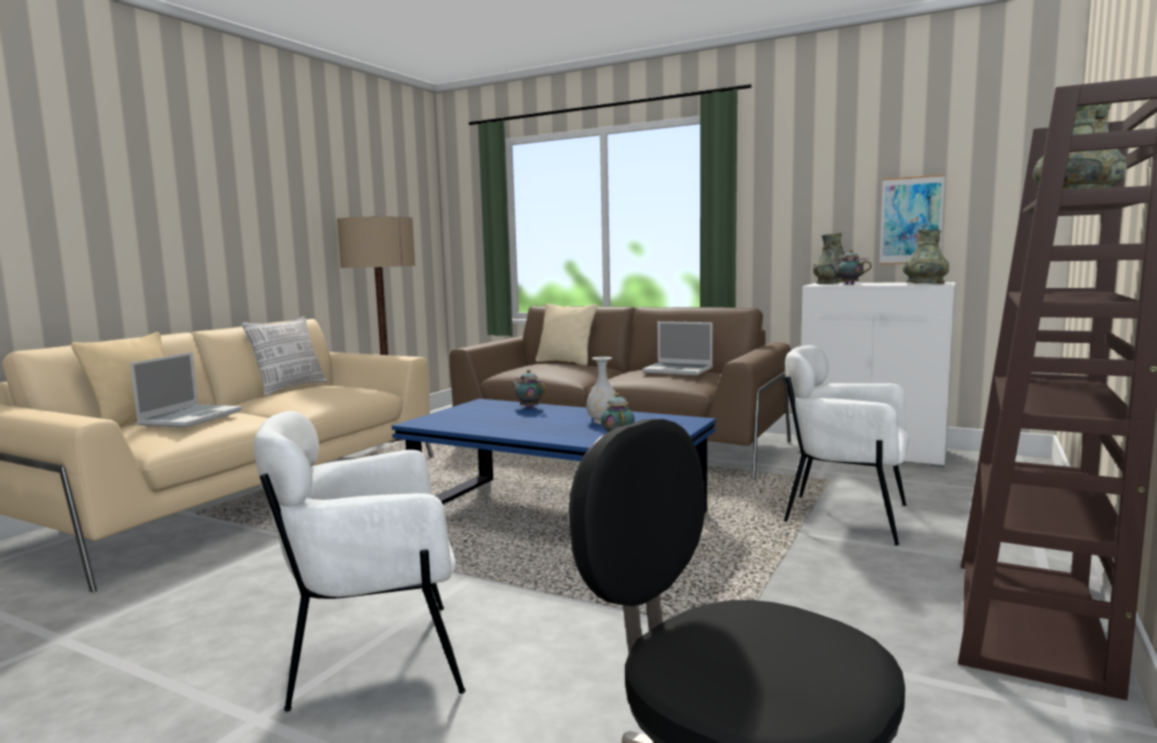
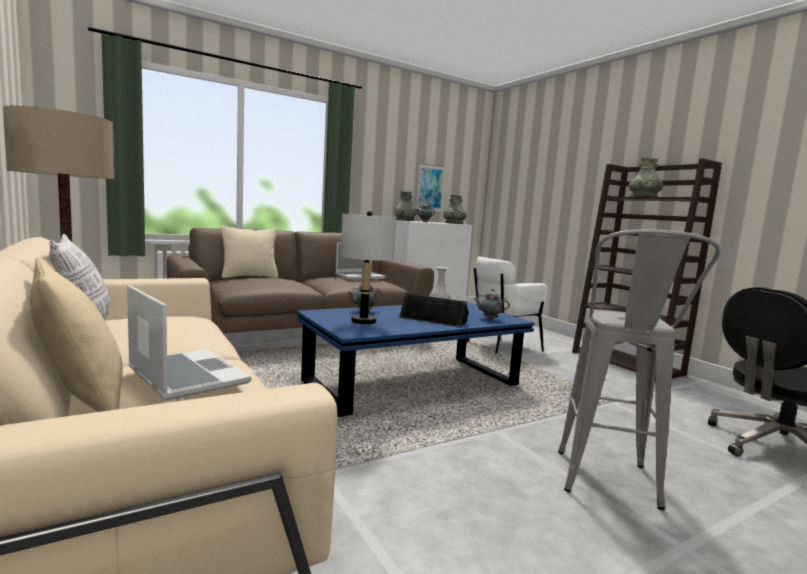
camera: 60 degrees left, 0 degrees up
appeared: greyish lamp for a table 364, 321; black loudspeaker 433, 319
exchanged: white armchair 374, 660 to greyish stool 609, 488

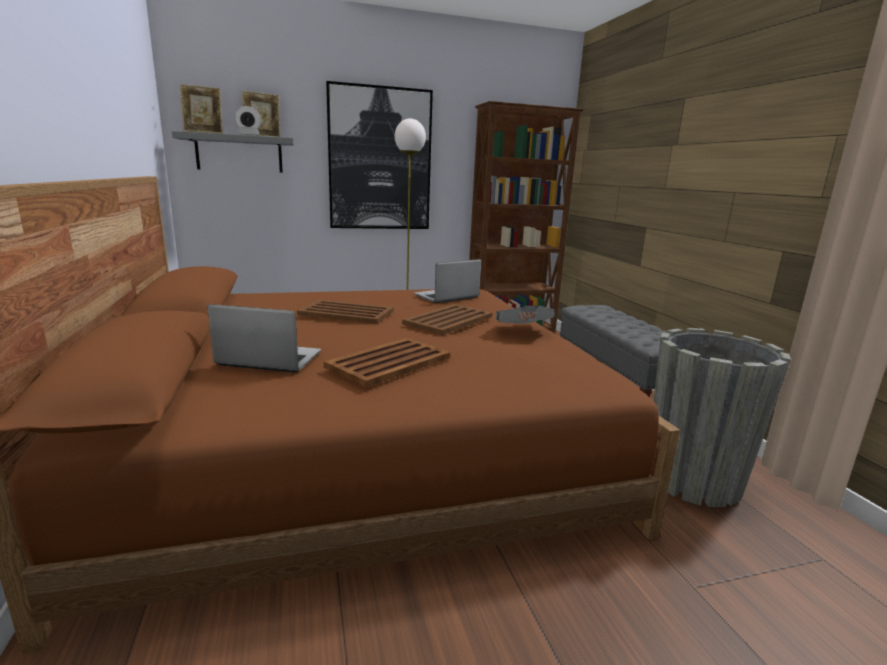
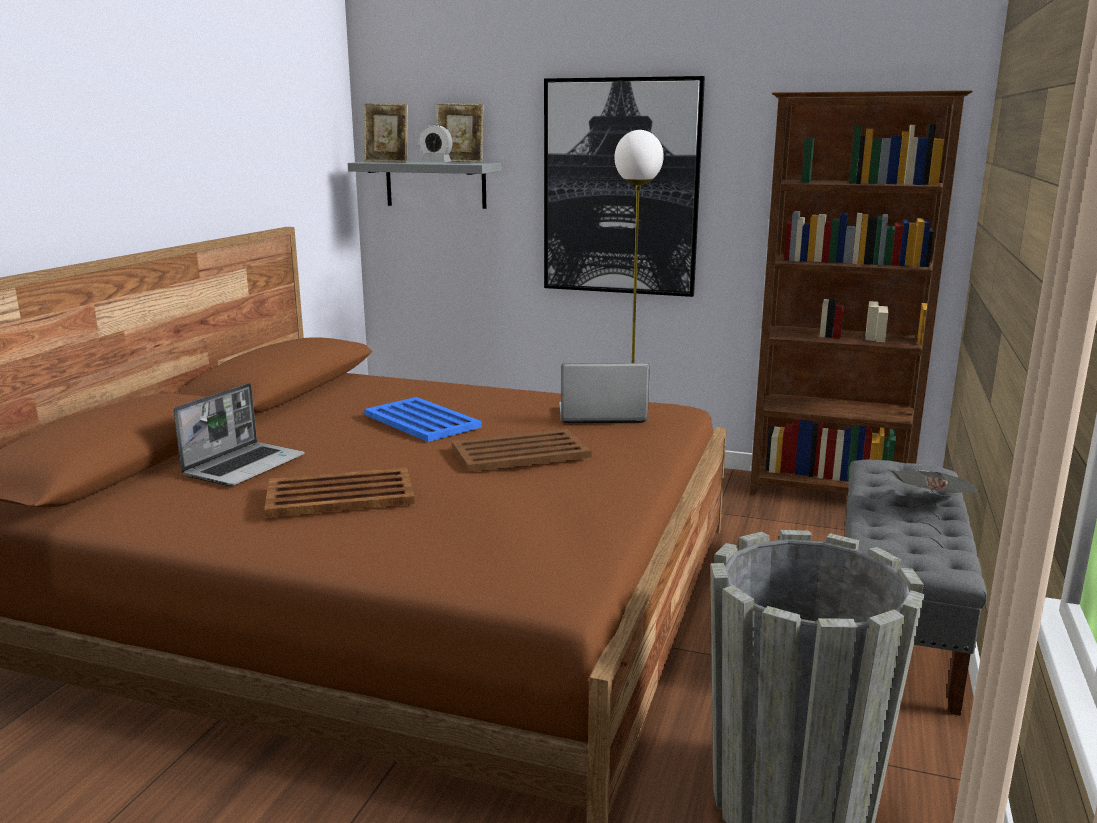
camera: 35 degrees right, 0 degrees up
relocated: printed paper 522, 332 to 931, 504
colour: brown serving tray 345, 313 to bluish serving tray 421, 420
spun: portable computer 267, 359 = 245, 466 75 degrees clockwise

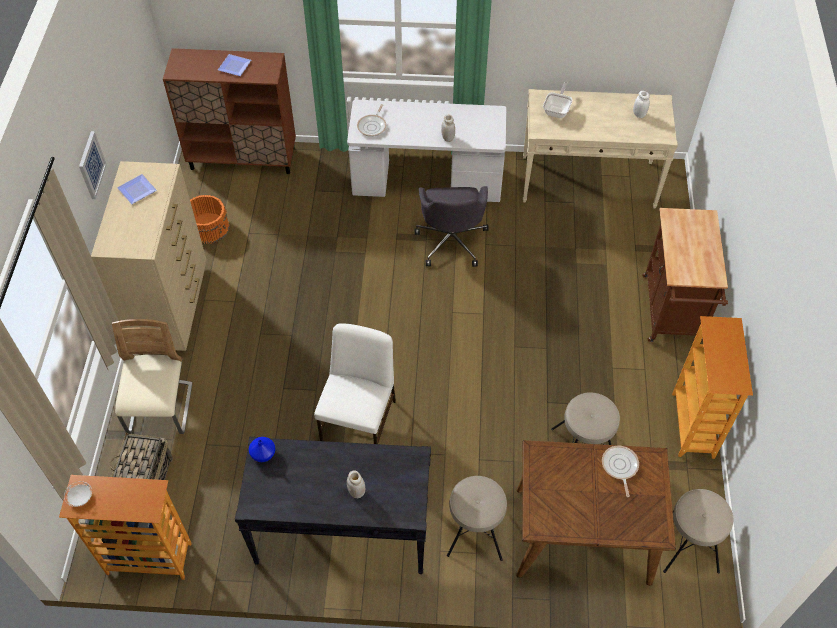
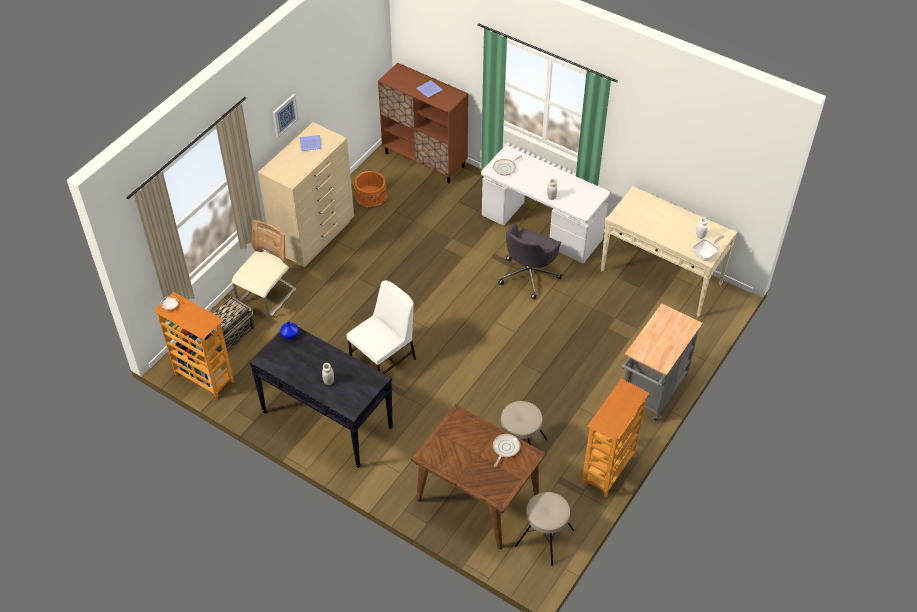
camera: 30 degrees right, 5 degrees down
missing: sand-coloured stool 475, 530
relocated: frying pan 557, 110 to 706, 254
colour: brown trolley 671, 315 to greyish trolley 651, 393

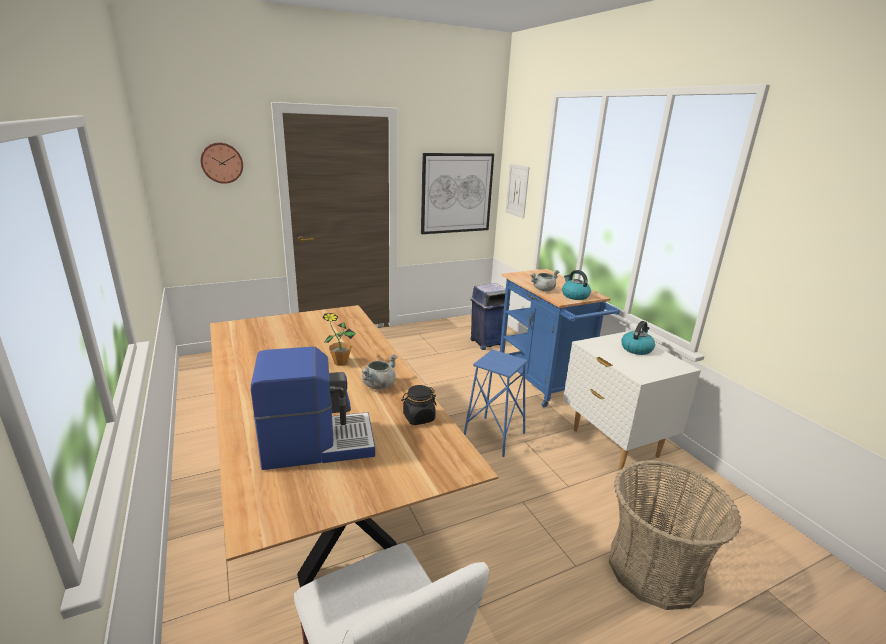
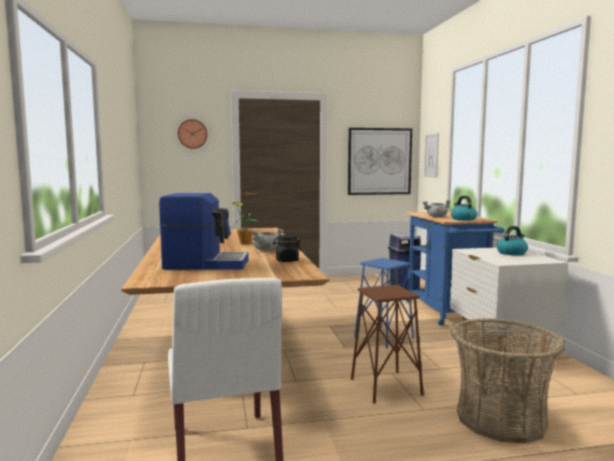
camera: 15 degrees right, 15 degrees down
appeared: brown stool 386, 387

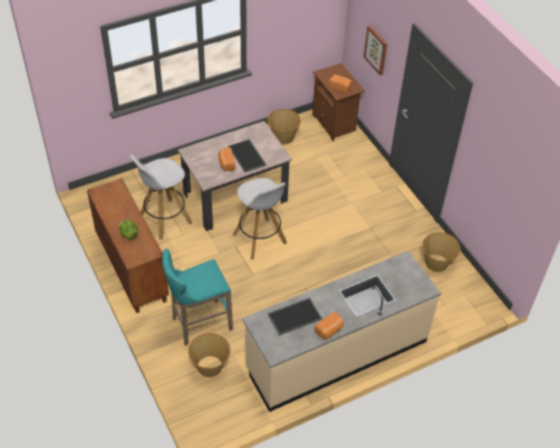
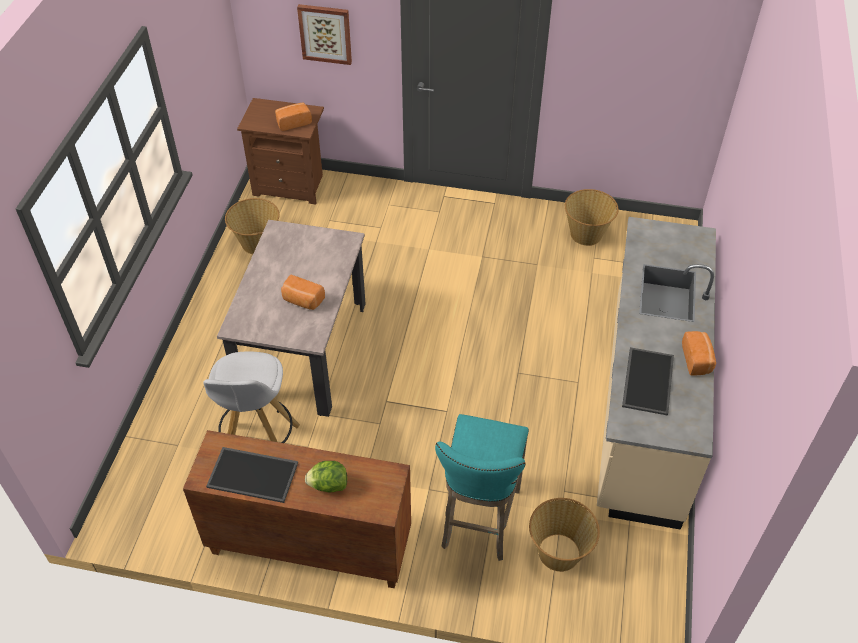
camera: 50 degrees left, 0 degrees up
missing: white stool 260, 239
relocated: serving tray 247, 156 to 254, 474

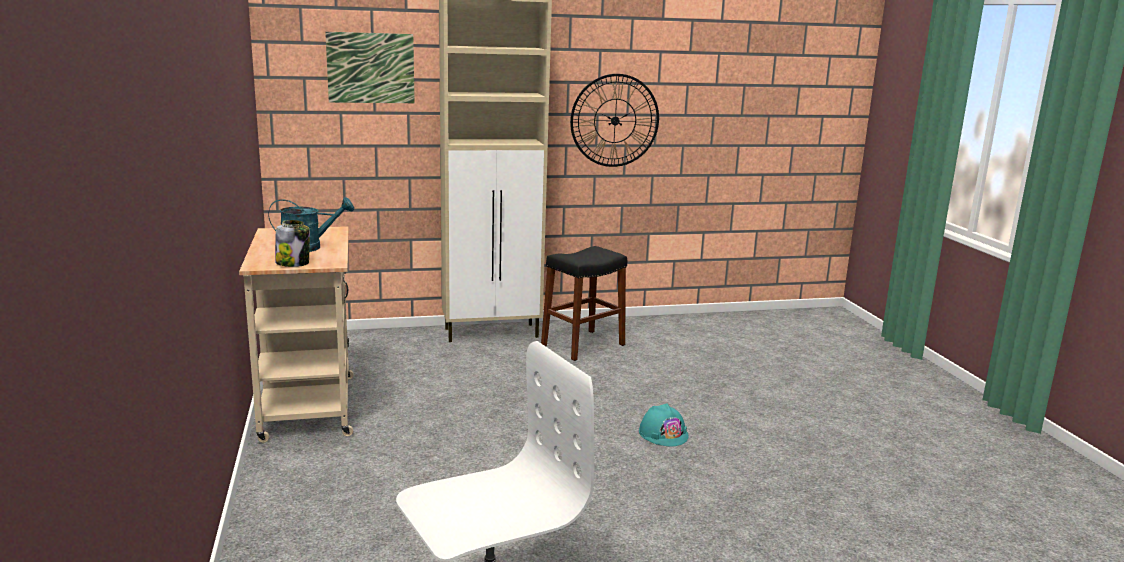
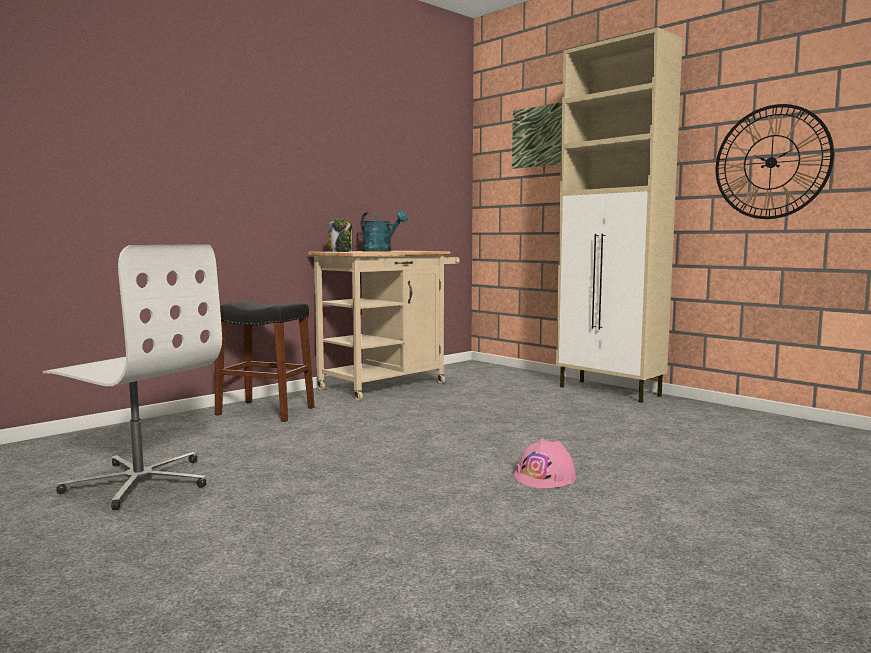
camera: 60 degrees right, 10 degrees down
relocated: black stool 583, 345 to 265, 411
colour: turquoise work helmet 663, 433 to pinkish work helmet 545, 476

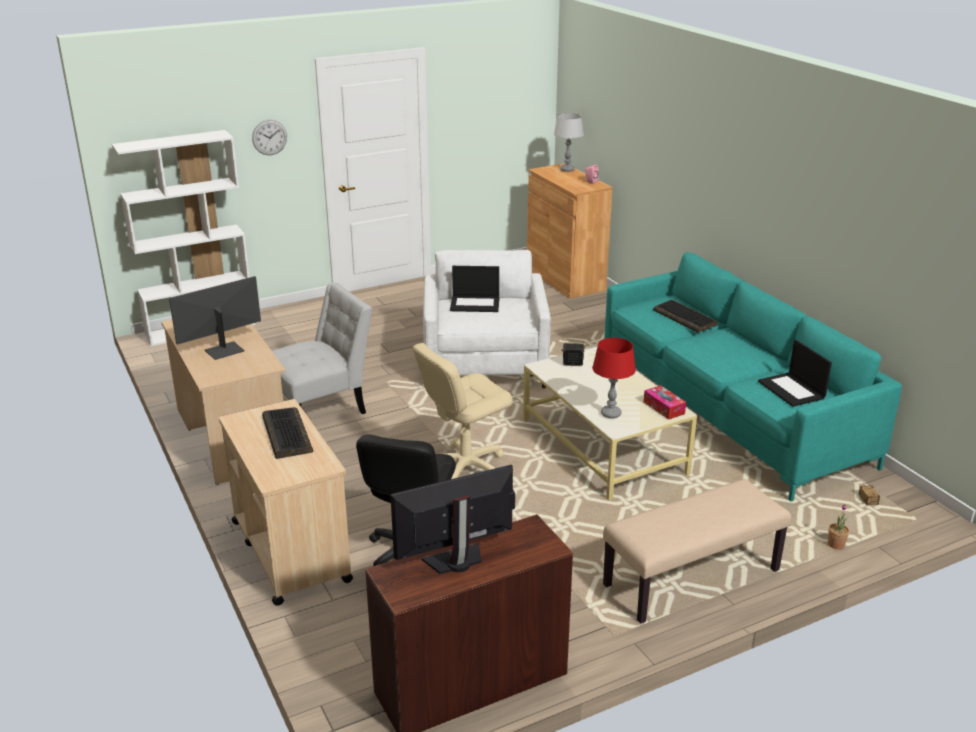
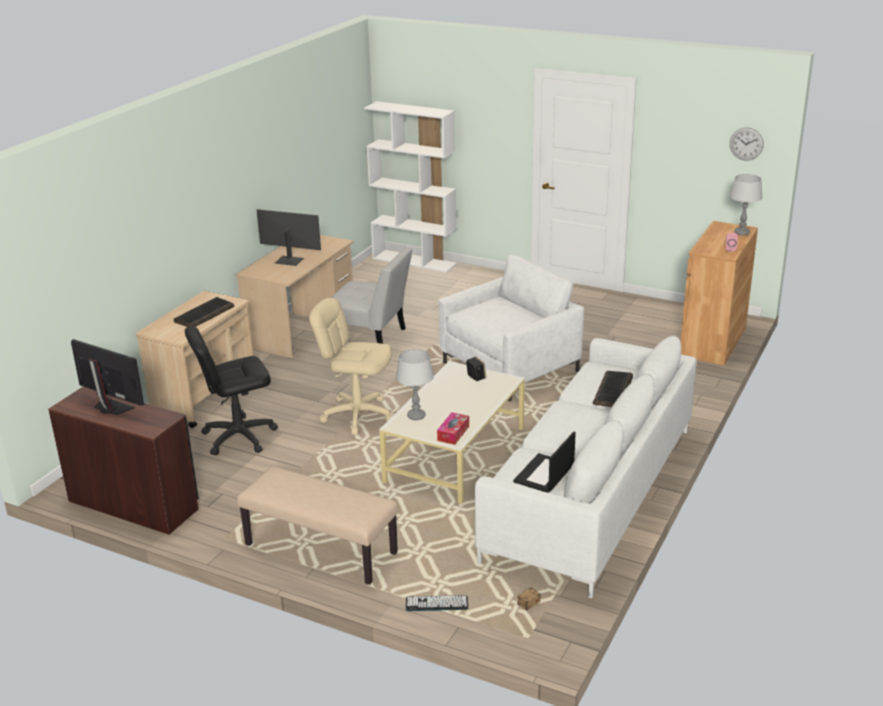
camera: 55 degrees right, 0 degrees up
missing: portable computer 475, 304
relocated: wall clock 269, 137 to 746, 144
exchanged: potted plant 836, 545 to keyboard 437, 604
colour: reddish lamp for a table 611, 413 to greyish lamp for a table 416, 416; turquoise settee 730, 411 to white settee 590, 492

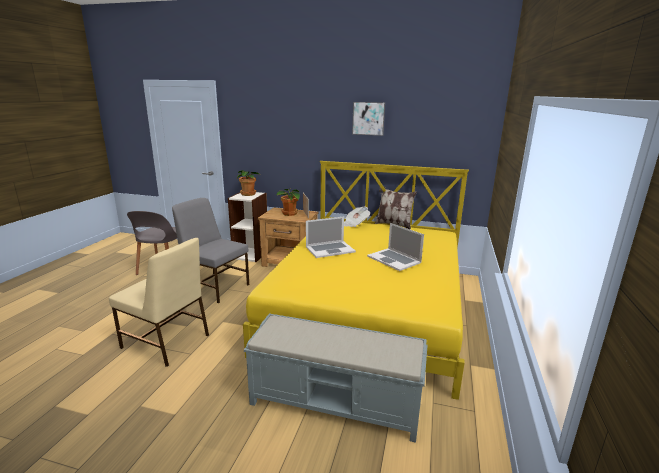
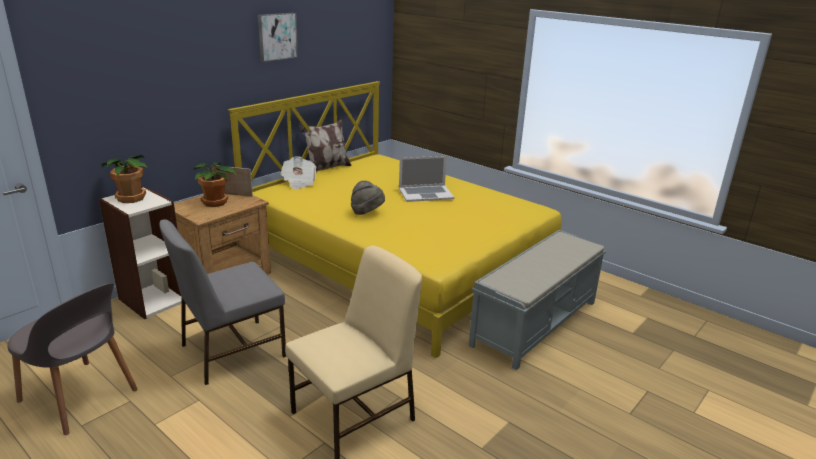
camera: 65 degrees left, 5 degrees up
exchanged: portable computer 330, 249 to greyish clothing hat 367, 212

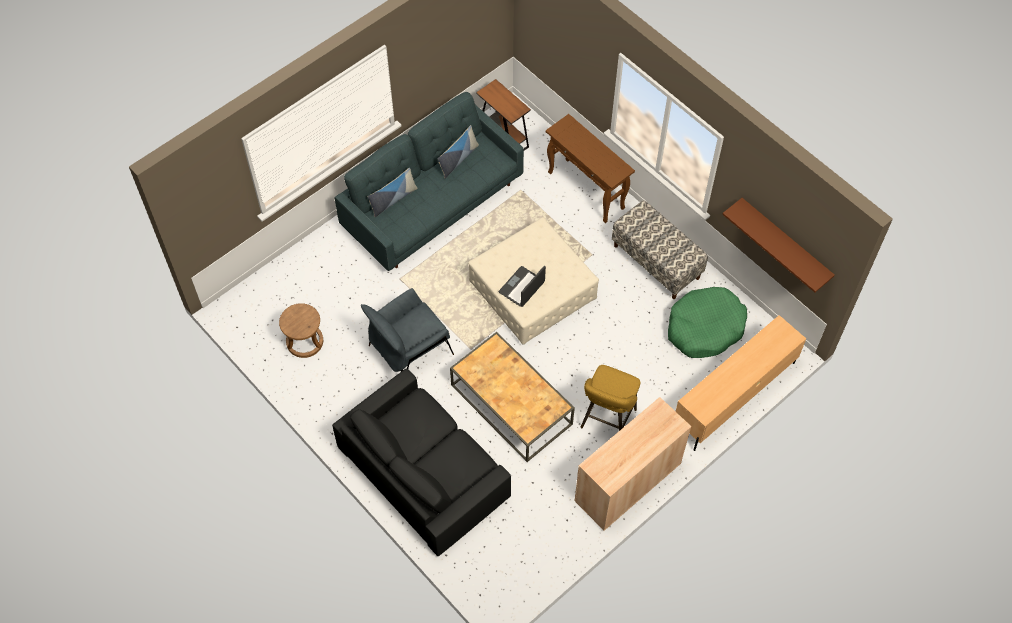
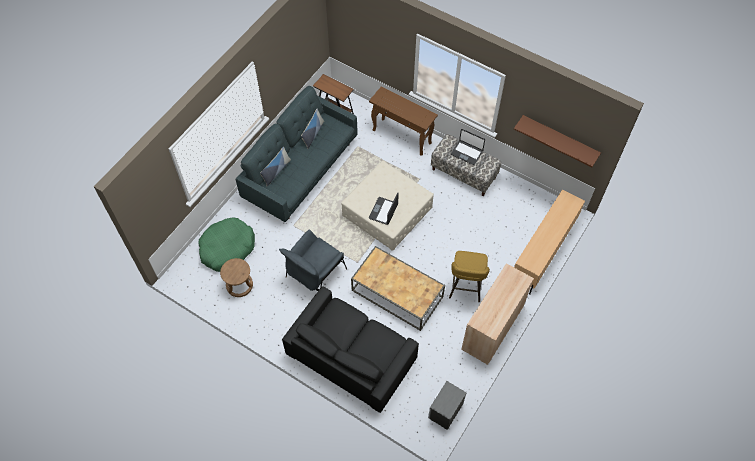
camera: 15 degrees left, 0 degrees up
appeared: nightstand 445, 411; portable computer 467, 152
relocated: green-coloured dog cushion 704, 328 to 227, 248

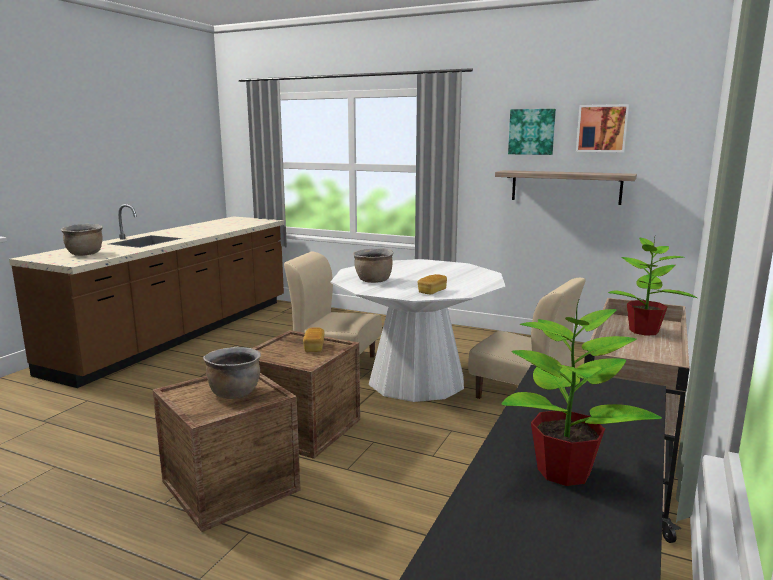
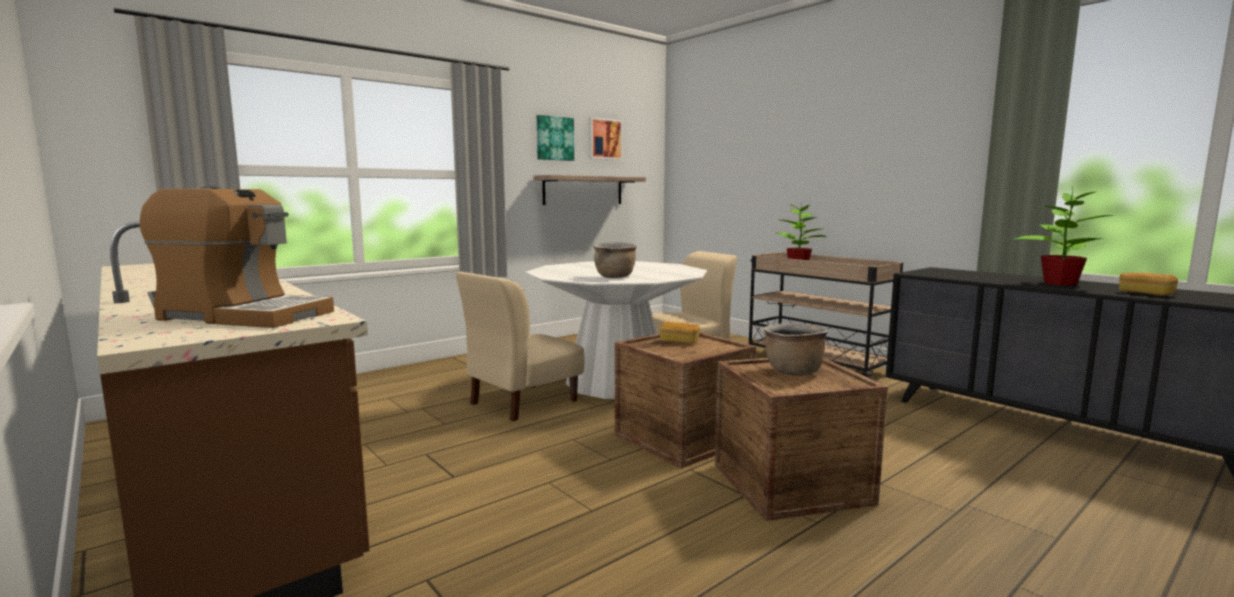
camera: 65 degrees left, 5 degrees down
relocated: bakery bread 432, 291 to 1145, 294
exchanged: brown cooking pot 85, 254 to coffee maker 244, 315

